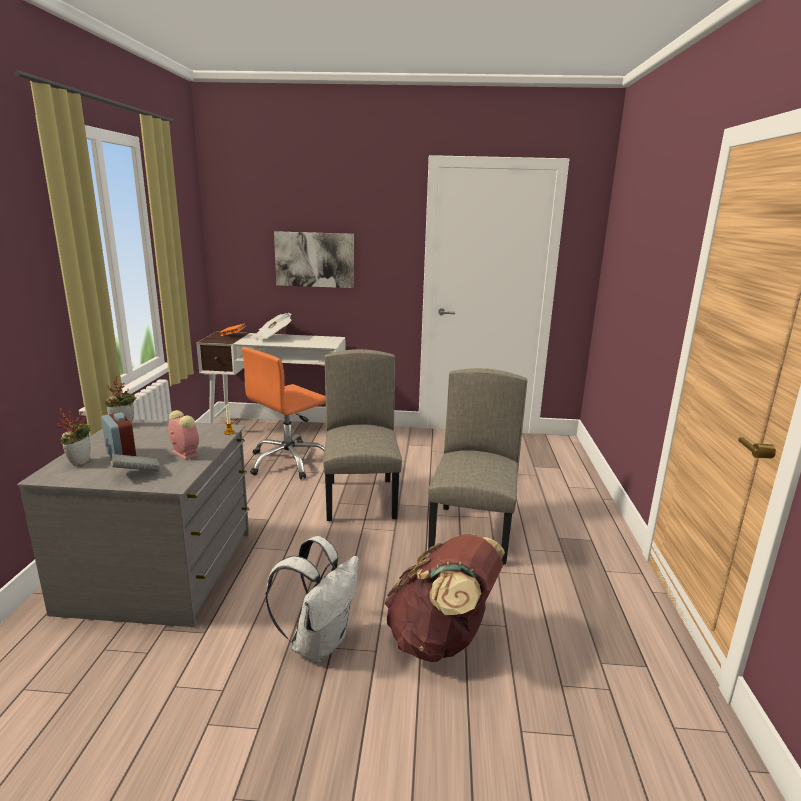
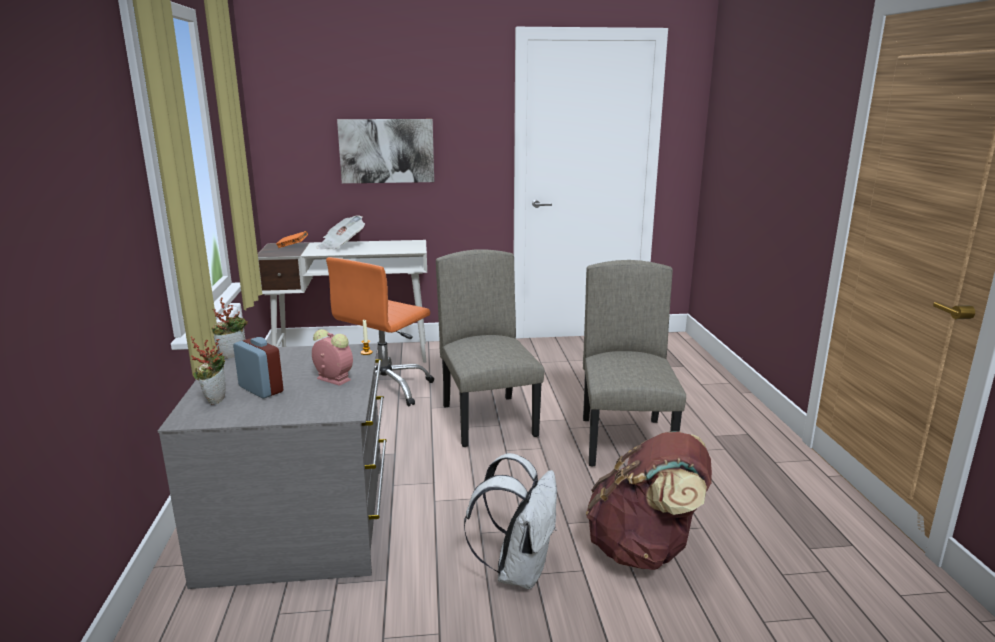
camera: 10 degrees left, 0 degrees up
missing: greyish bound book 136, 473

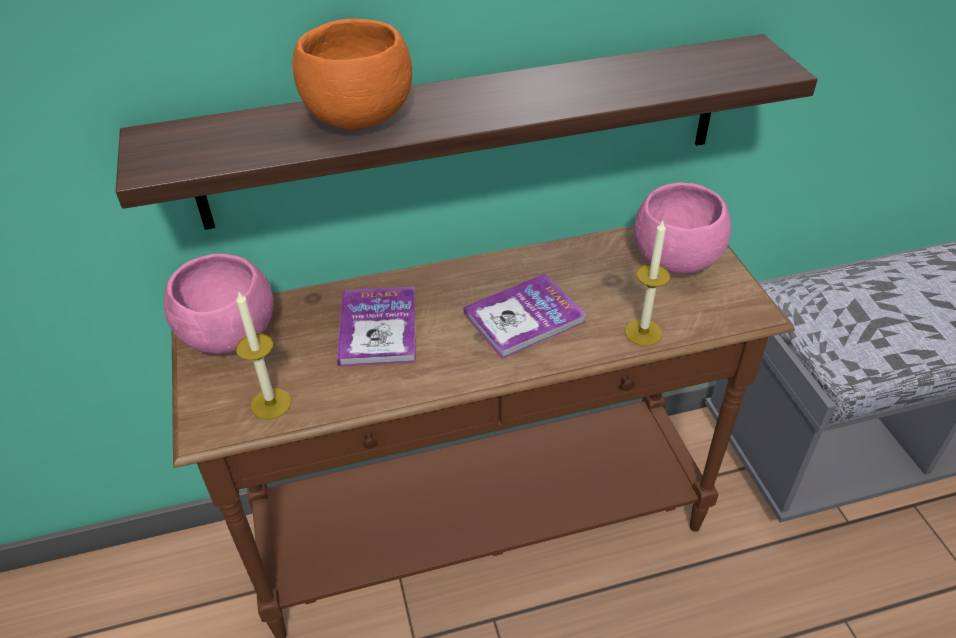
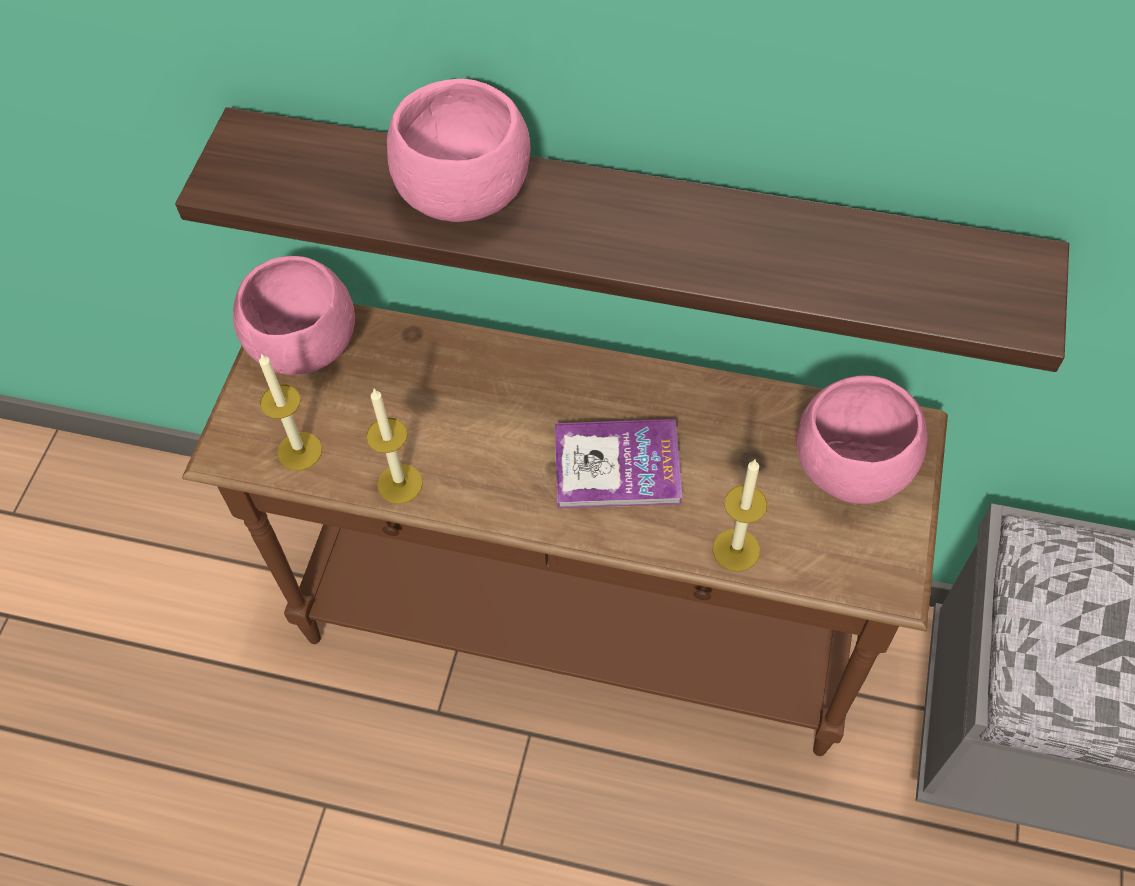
camera: 30 degrees right, 15 degrees up
missing: bound book 378, 328
appeared: wax candle 400, 483
colour: orange serving bowl 359, 118 to pinkish serving bowl 465, 194

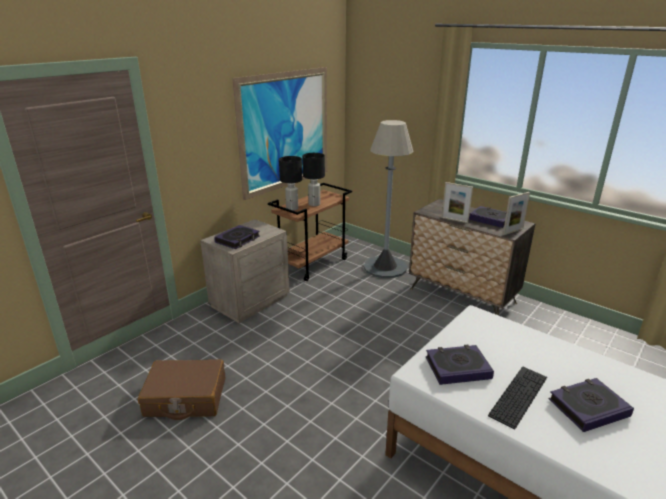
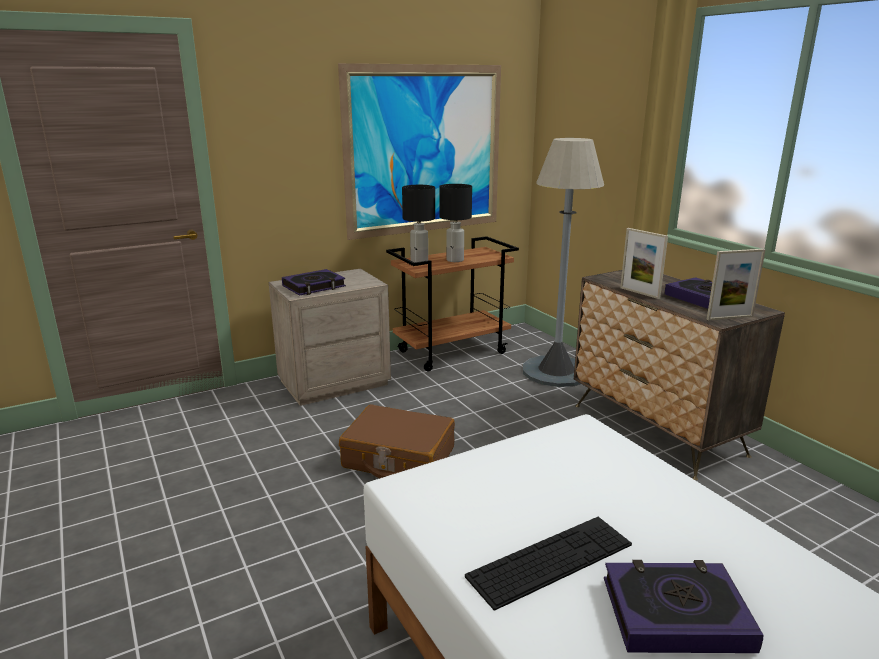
camera: 20 degrees right, 5 degrees down
missing: bound book 457, 368
relocated: brown suitcase 185, 397 to 398, 458

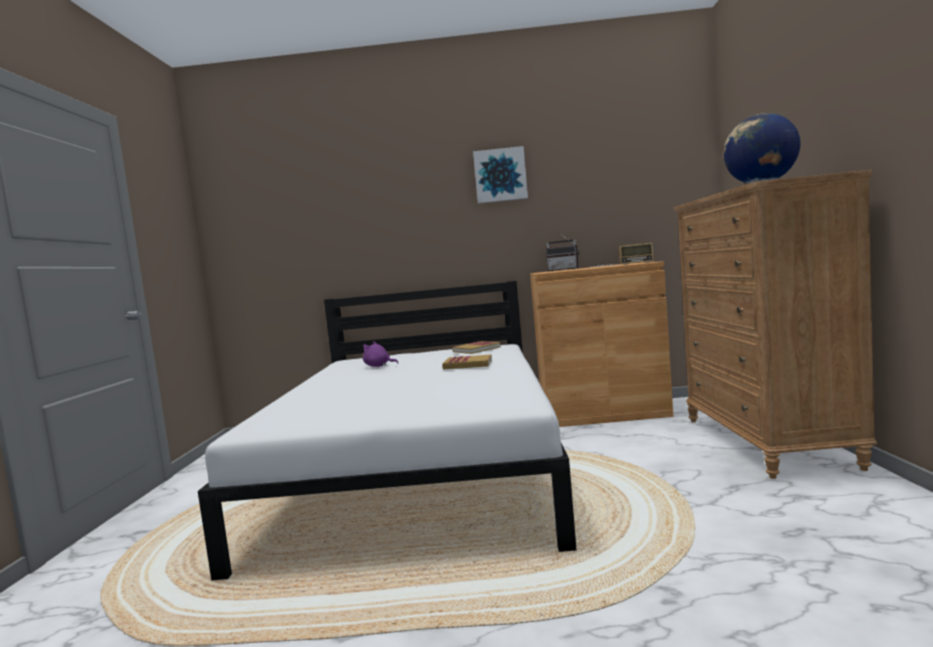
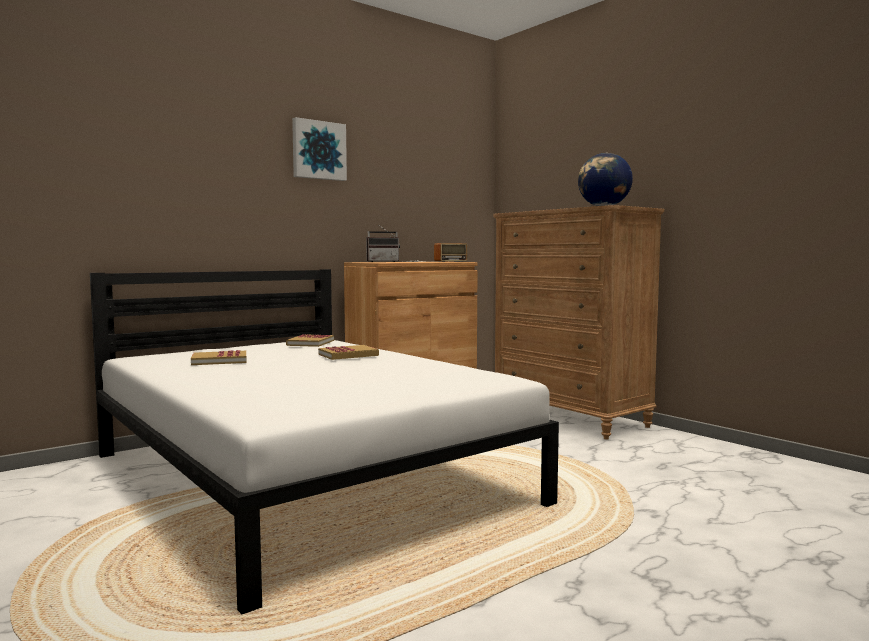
camera: 40 degrees left, 0 degrees up
exchanged: purple-coloured cuddly toy 378, 366 to bound book 219, 360

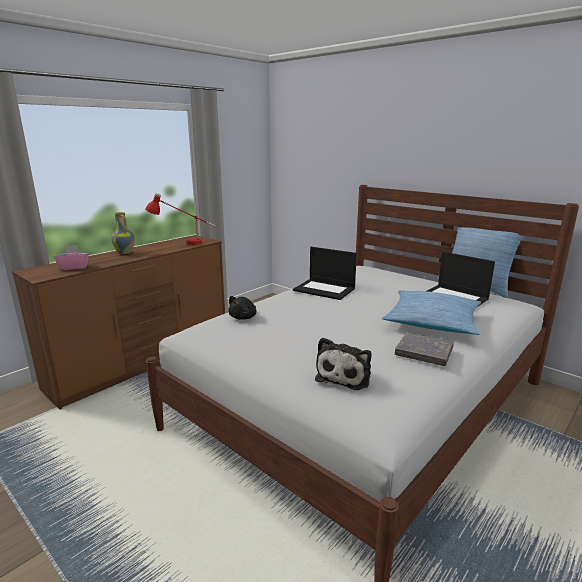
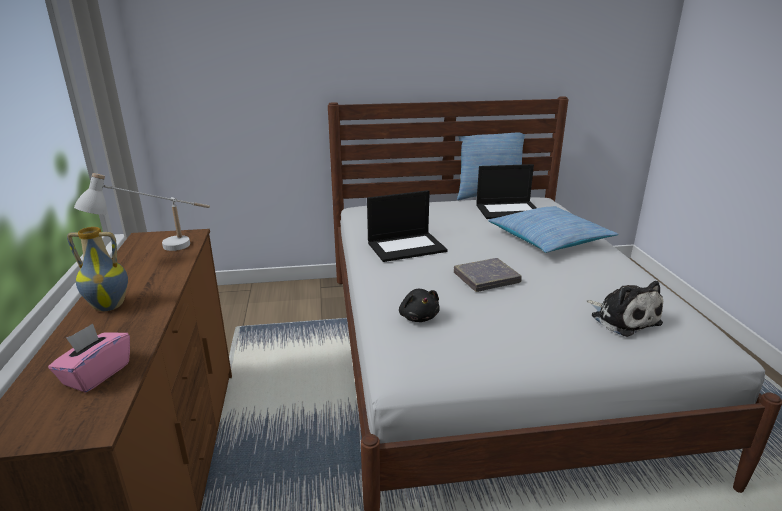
camera: 50 degrees left, 5 degrees up
relocated: greyish bound book 423, 352 to 486, 278
colour: reddish lamp for a table 183, 243 to white lamp for a table 157, 251

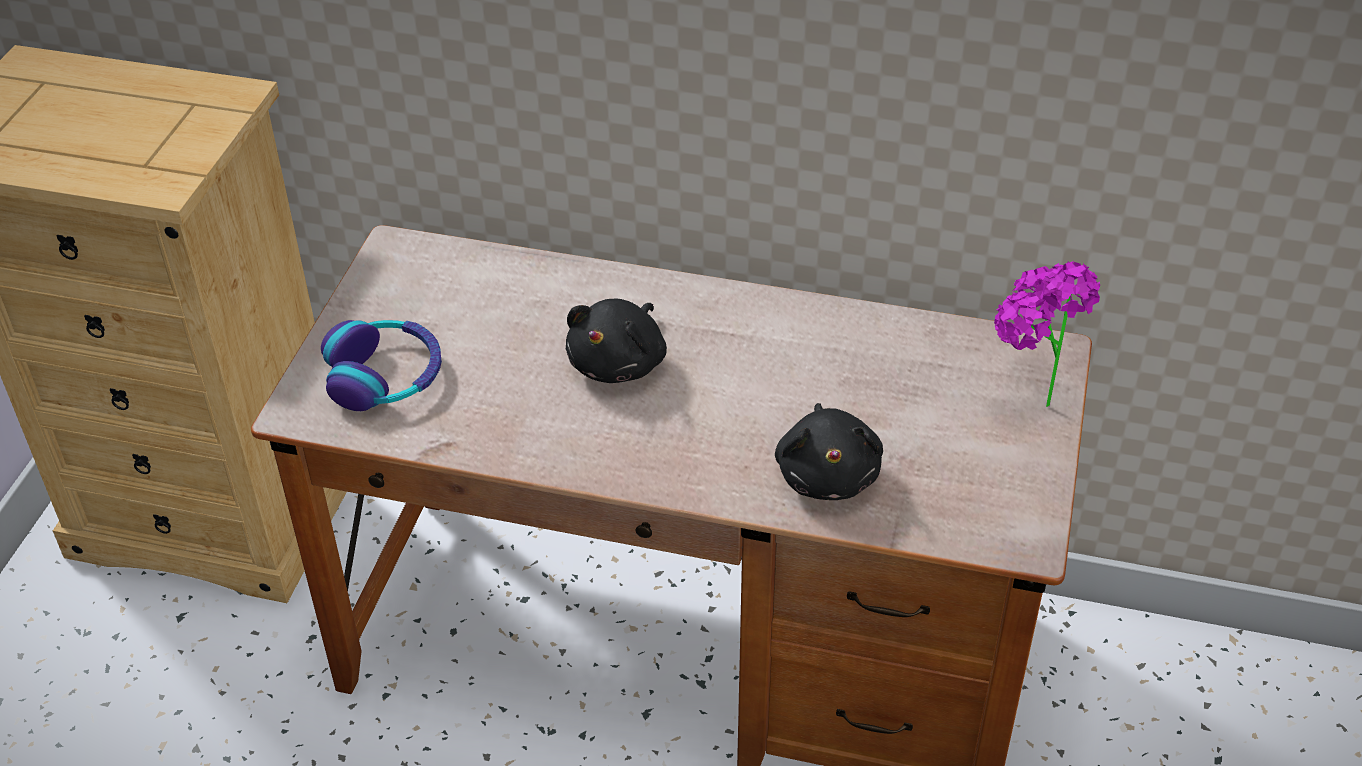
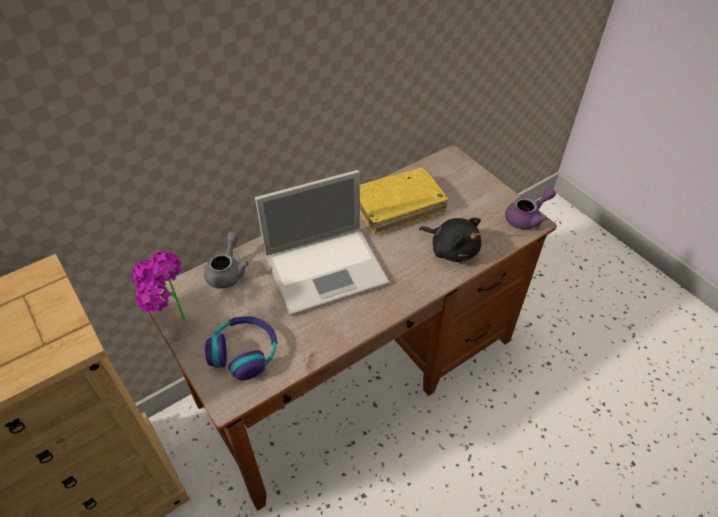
camera: 50 degrees left, 5 degrees up
appeared: greyish teapot 228, 271; yellow bound book 398, 206; purple-coloured teapot 527, 218
relocated: potted plant 1024, 401 to 172, 325
exchanged: black cuddly toy 620, 363 to portable computer 328, 268

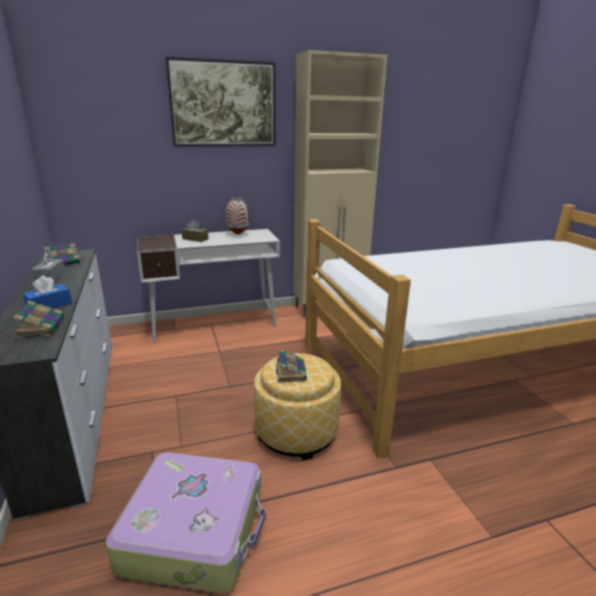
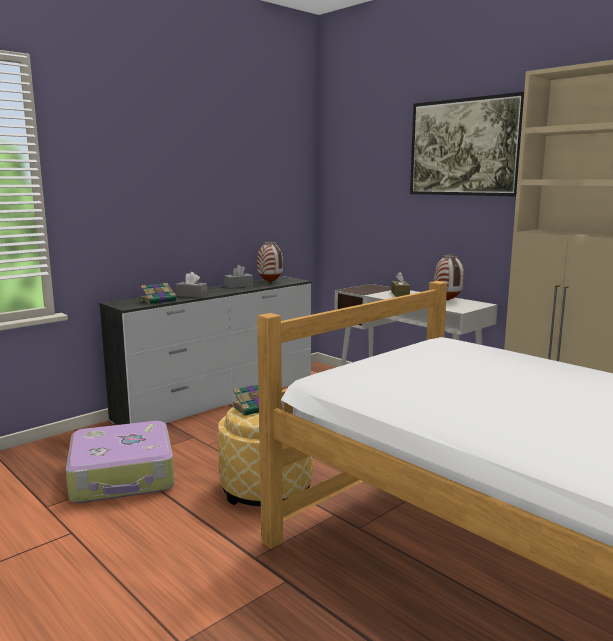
camera: 65 degrees right, 10 degrees down
exchanged: bound book 64, 262 to decorative vase 270, 282
colour: bluish tissue box 49, 305 to greyish tissue box 191, 295

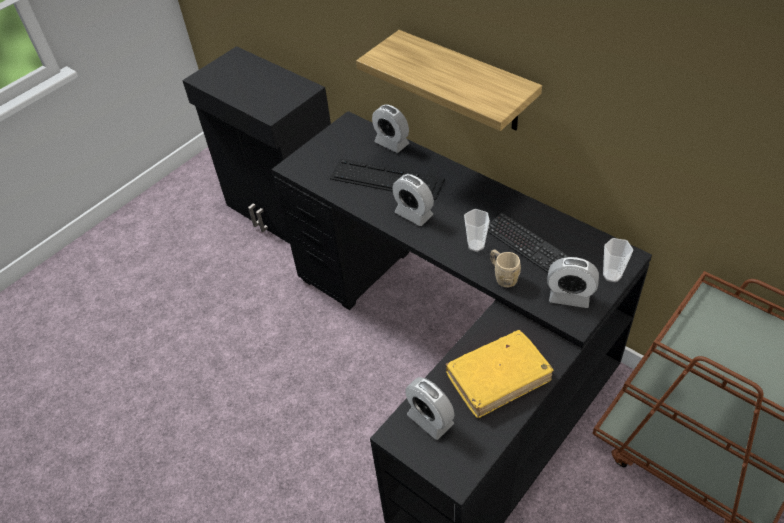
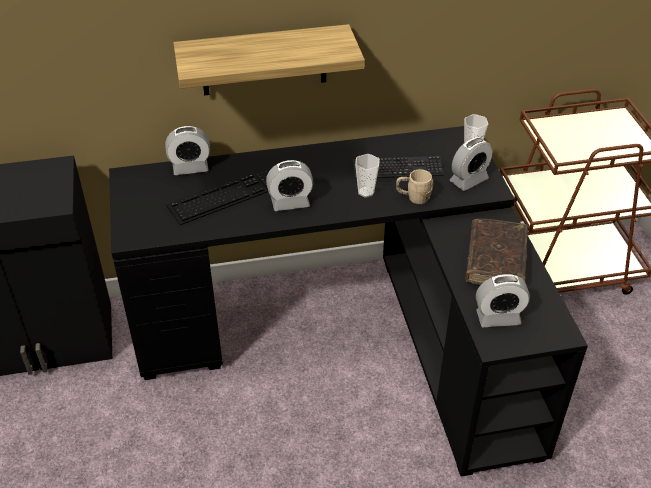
camera: 55 degrees left, 5 degrees down
colour: yellow bound book 498, 378 to brown bound book 495, 261

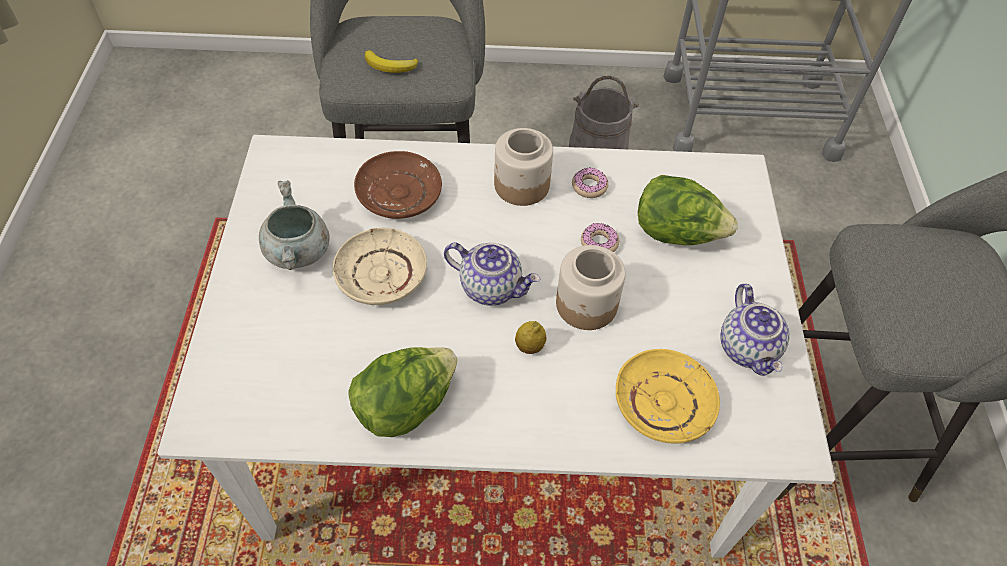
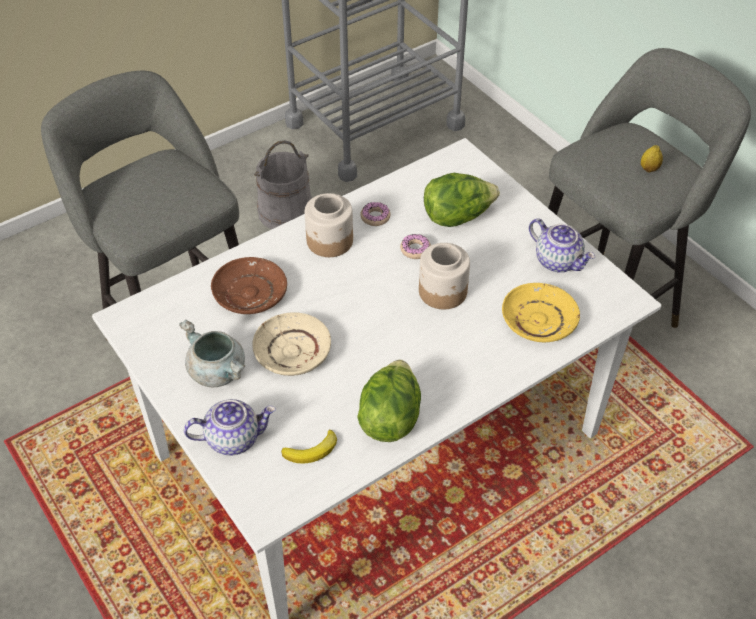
camera: 35 degrees left, 5 degrees down
relocated: teapot 491, 287 to 233, 438; banana fruit 390, 66 to 312, 451; whole lemon 529, 347 to 649, 169

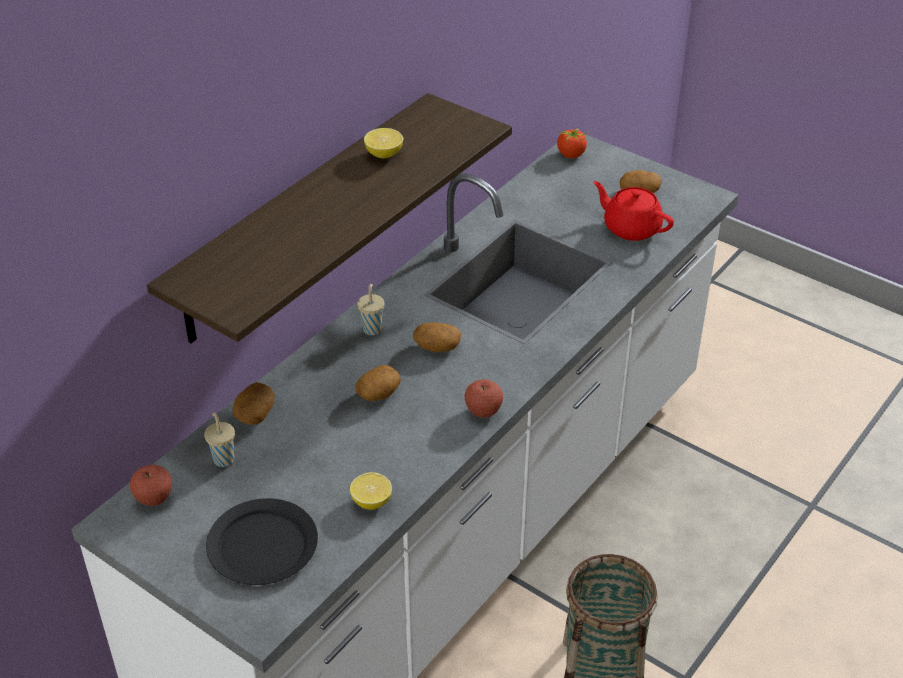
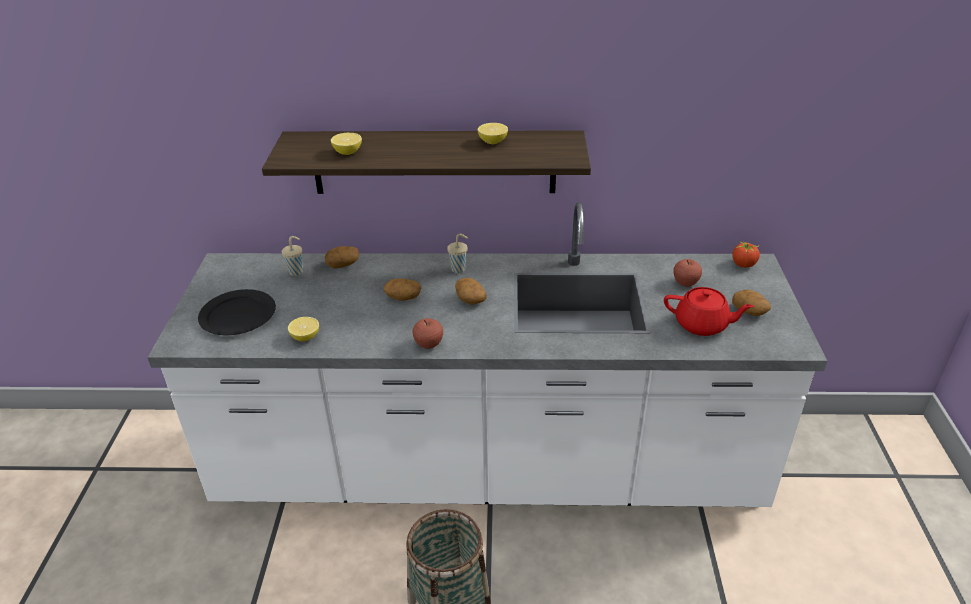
camera: 55 degrees right, 5 degrees down
appeared: whole lemon 348, 152
relocated: whole apple 154, 498 to 685, 283
spun: reddish teapot 631, 228 = 702, 325 105 degrees clockwise

